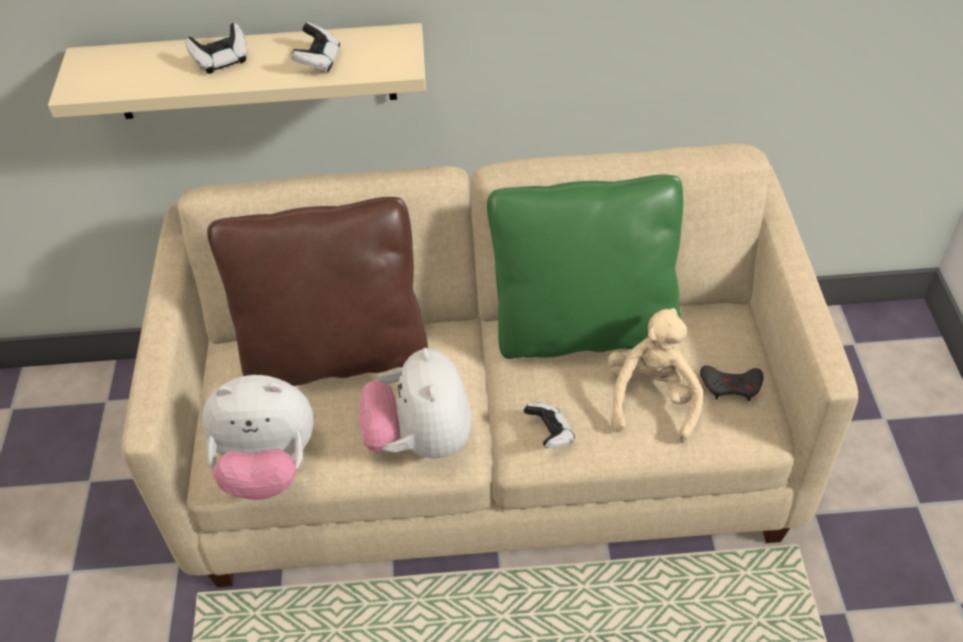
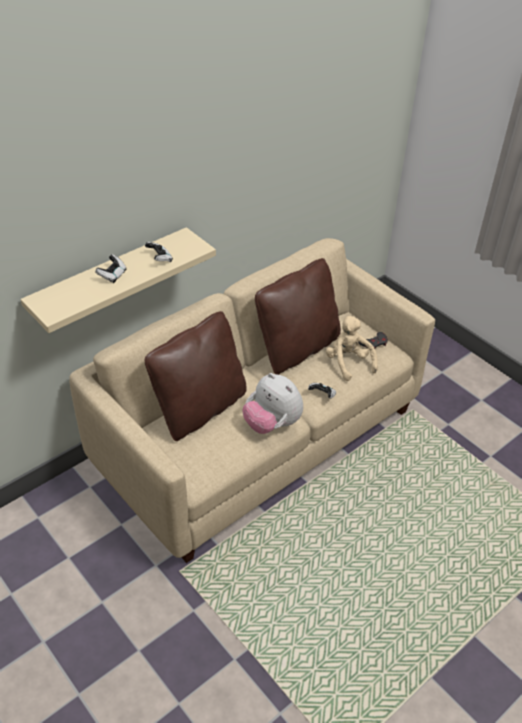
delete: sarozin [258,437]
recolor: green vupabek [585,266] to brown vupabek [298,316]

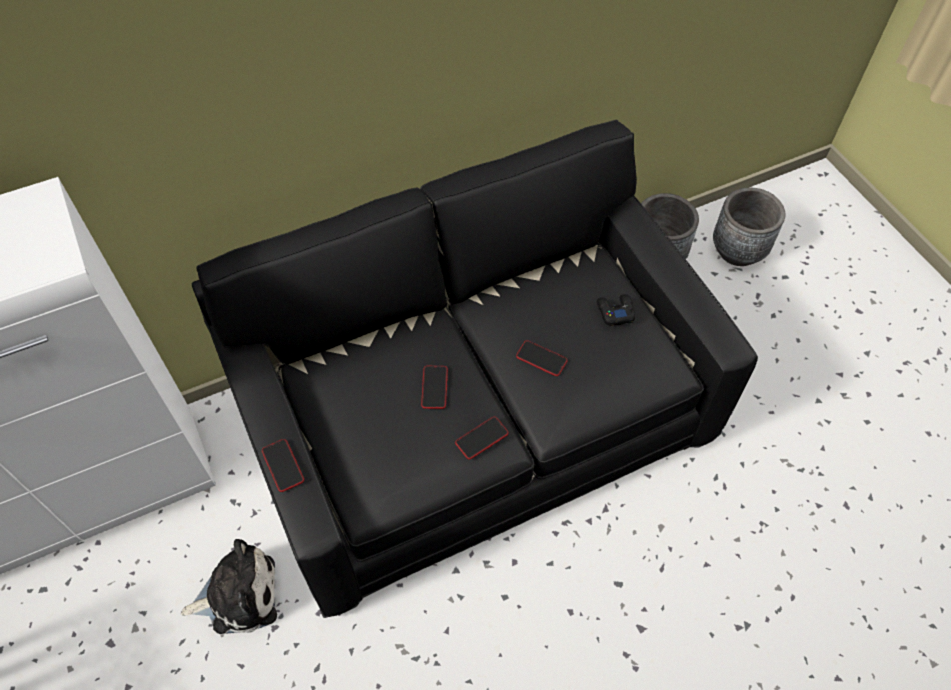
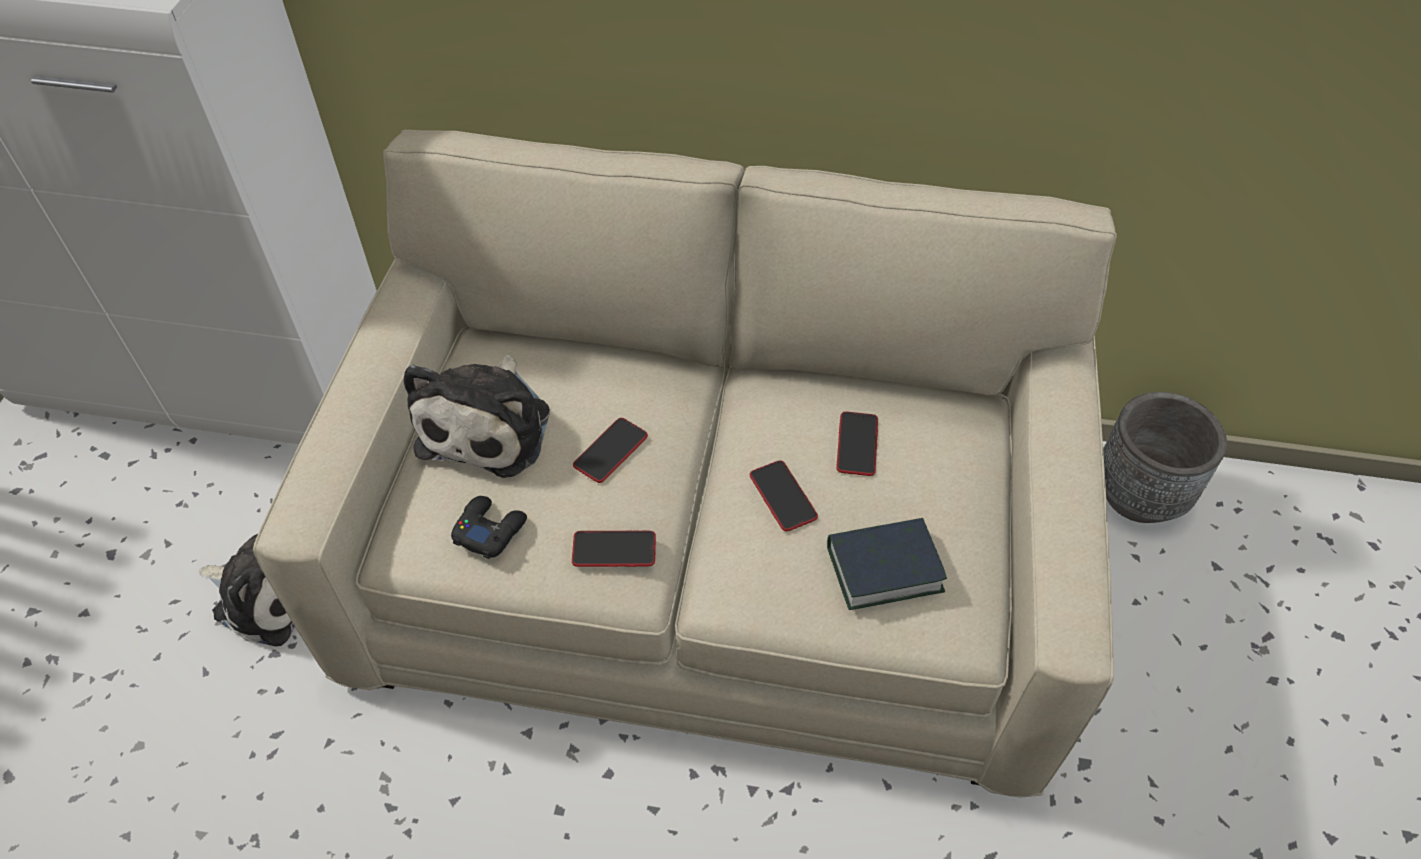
delete: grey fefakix [749,227]
insert: sarozin [477,416]; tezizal [887,564]
move: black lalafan [616,310] to [489,527]; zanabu [283,465] to [857,443]
recolor: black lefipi [475,369] to beige lefipi [685,464]

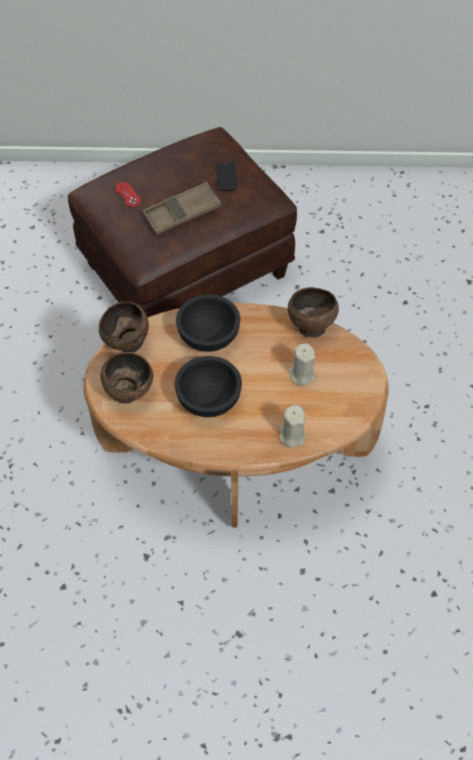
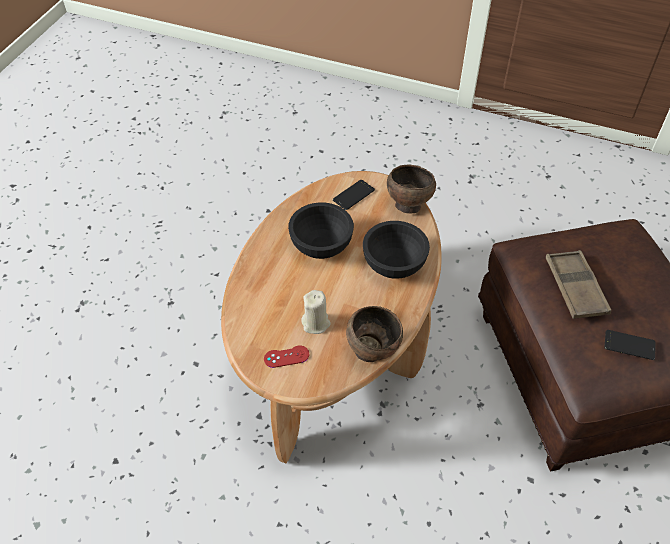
delete: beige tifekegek [292,426]
move: red lalafan [128,194] to [286,357]
replace: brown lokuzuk [127,378] to zanabu [354,195]

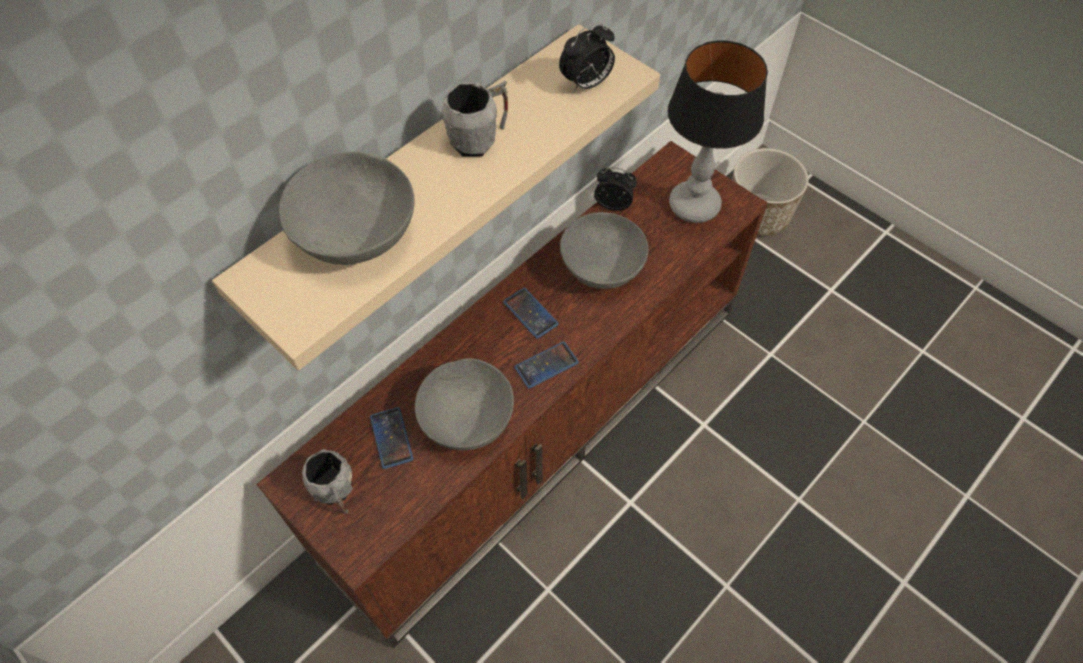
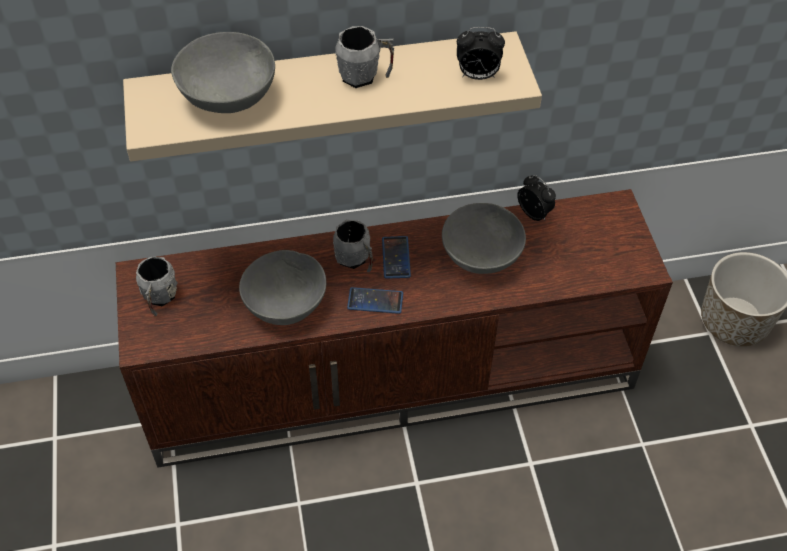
delete: zanabu [391,438]; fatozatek [718,132]
insert: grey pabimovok [353,246]

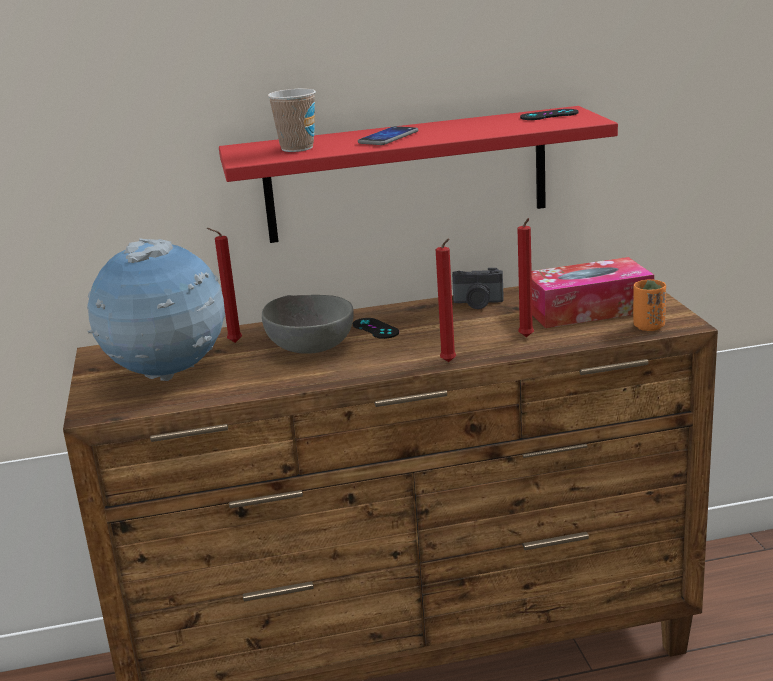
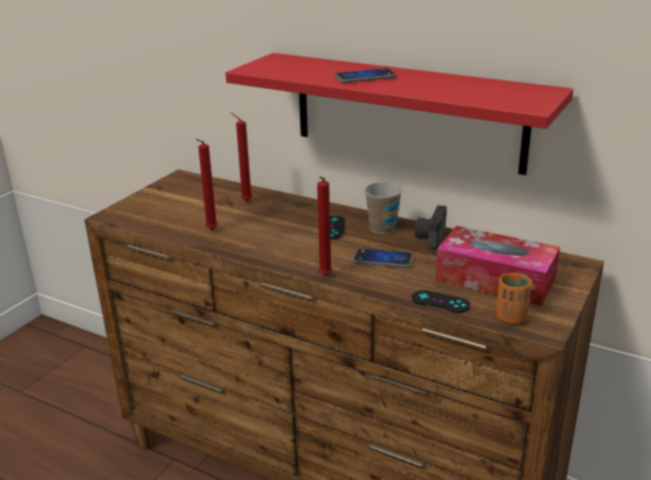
delete: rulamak [156,309]; grey lokuzuk [308,324]
insert: zanabu [383,258]
move: red tifekegek [526,277] to [207,184]; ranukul [292,120] to [383,208]; black lalafan [549,114] to [441,301]
rotate: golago [478,288] = [431,227] 60 degrees clockwise

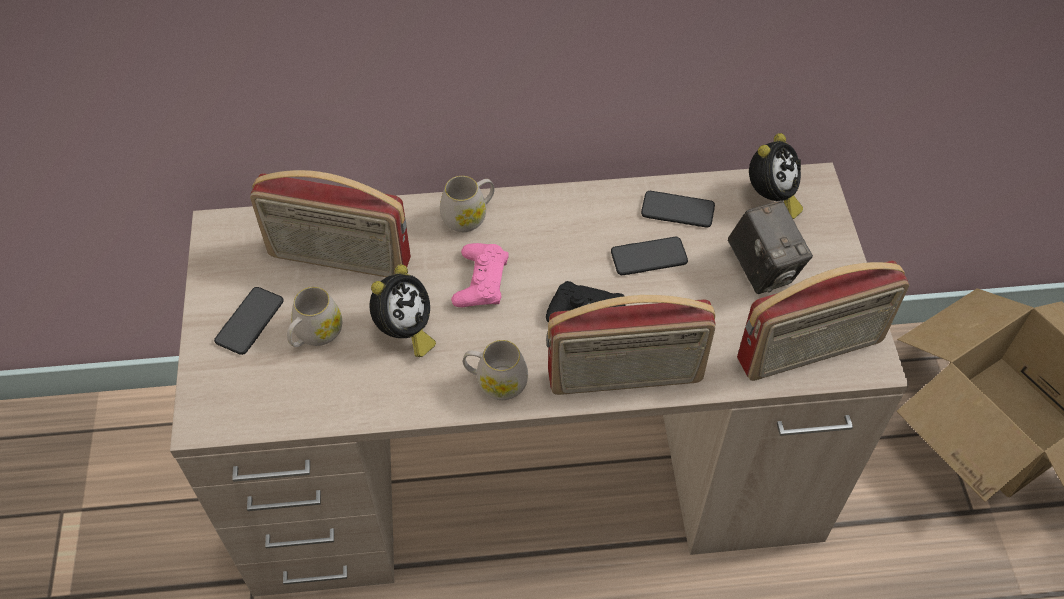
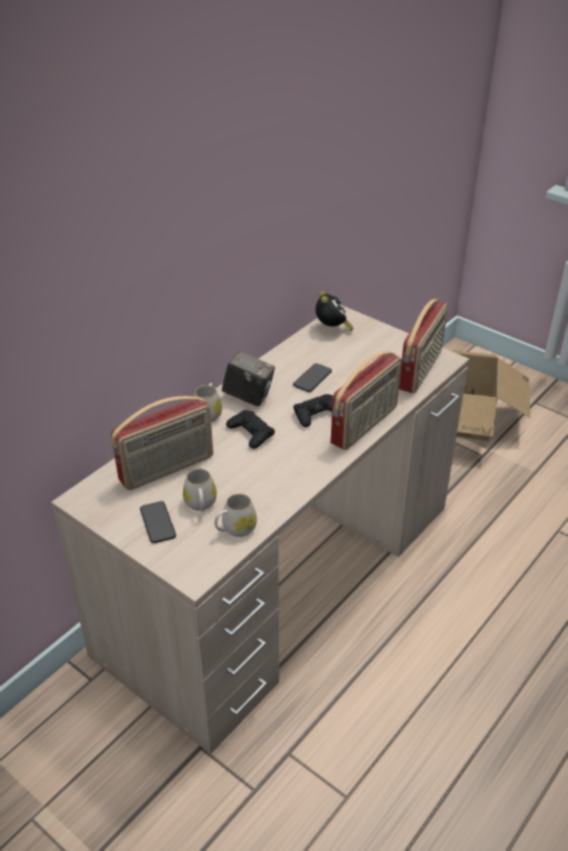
delete: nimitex [402,310]; zanabu [678,209]
move: white pabimovok [495,370] to [235,515]; golago [770,247] to [248,378]
recolor: pink lalafan [480,275] to black lalafan [250,429]

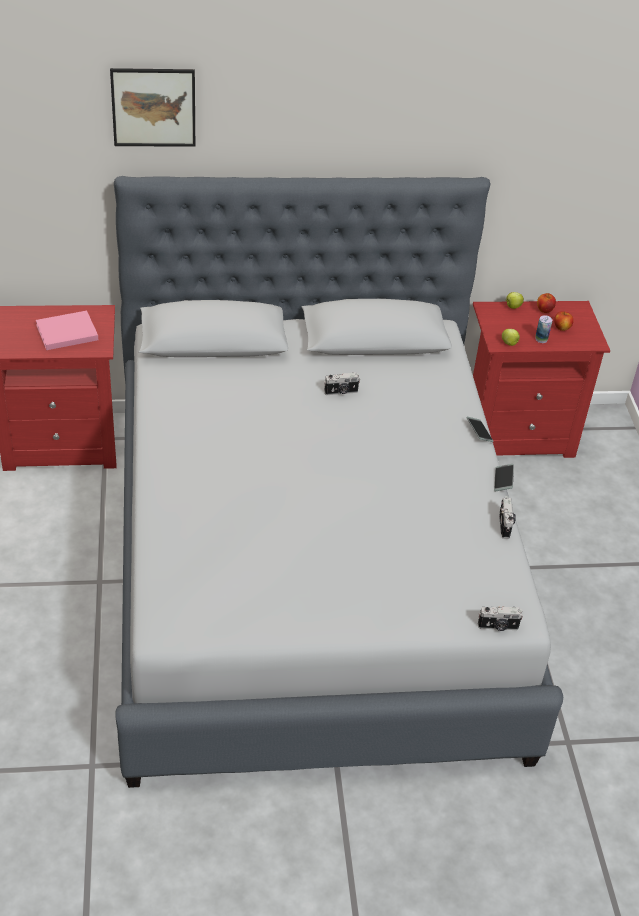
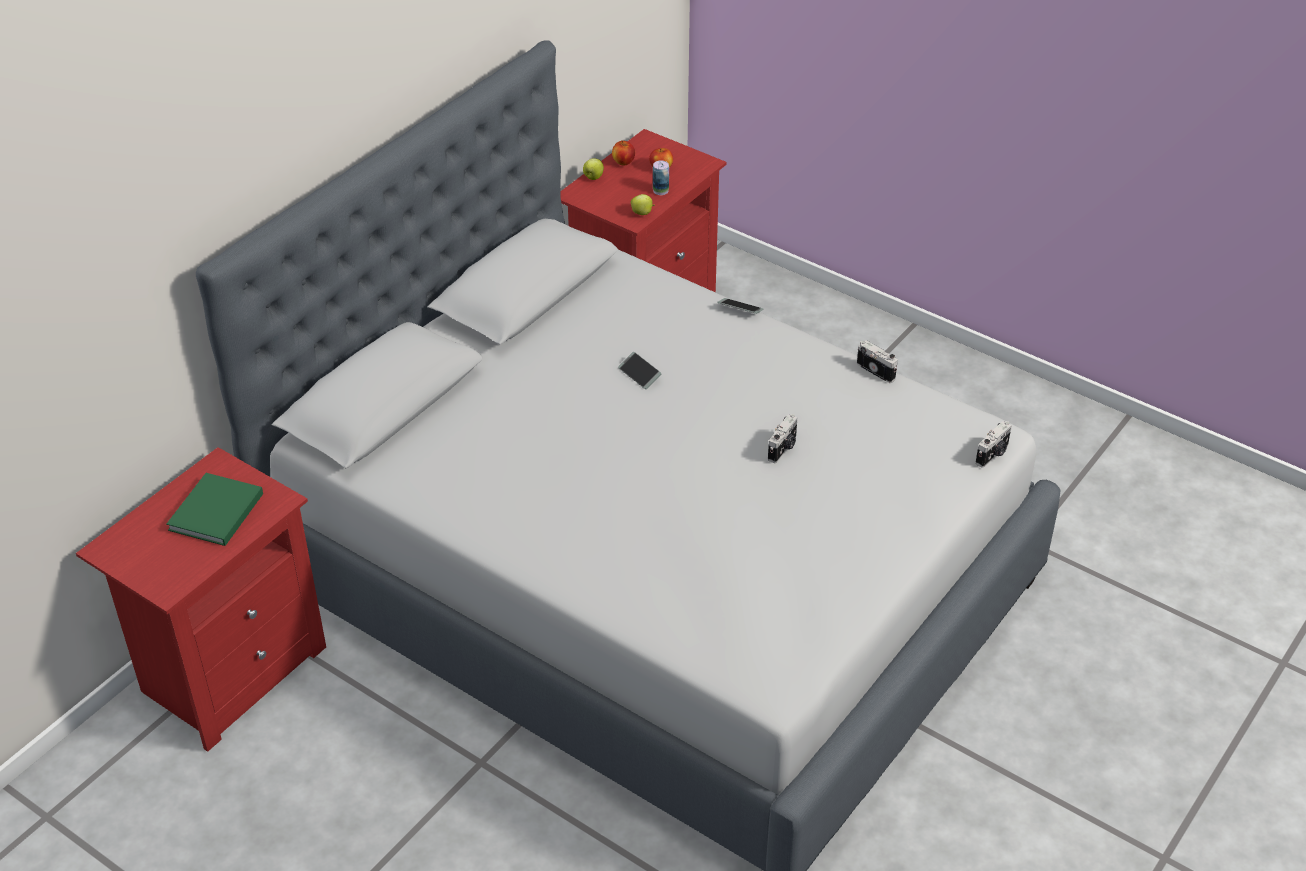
delete: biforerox [152,107]
move: zanabu [504,478] to [639,370]; golago [342,383] to [783,438]
recolor: pink tezizal [67,330] to green tezizal [214,509]

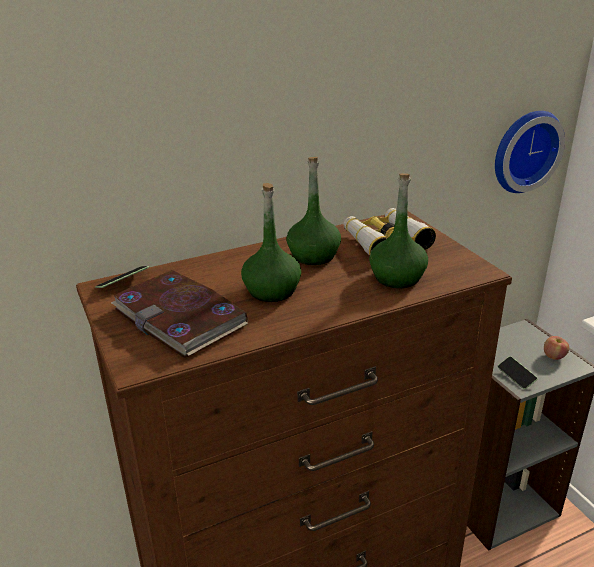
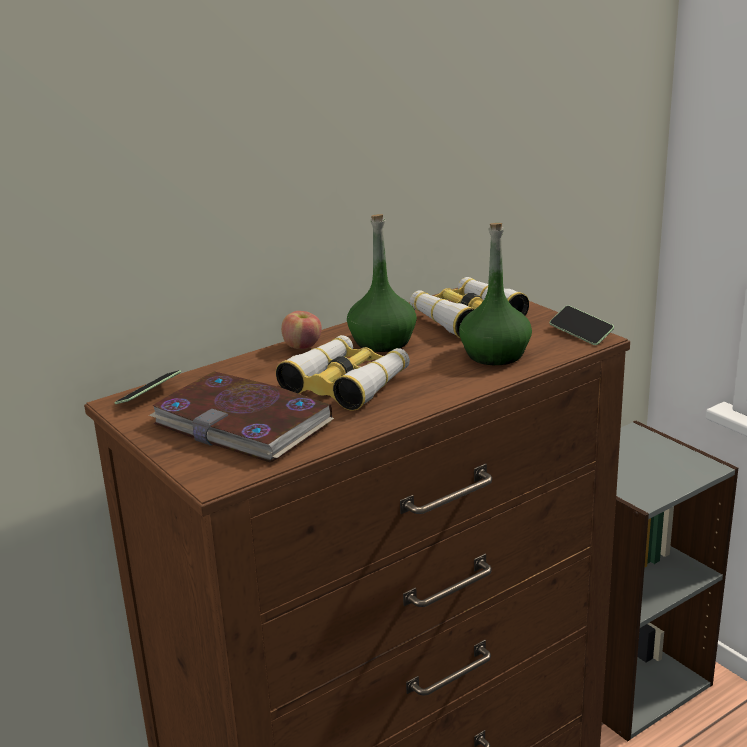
delete: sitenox [530,152]
move: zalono [556,348] to [301,330]; zanabu [517,372] to [581,325]
replace: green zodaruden [271,242] to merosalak [343,373]

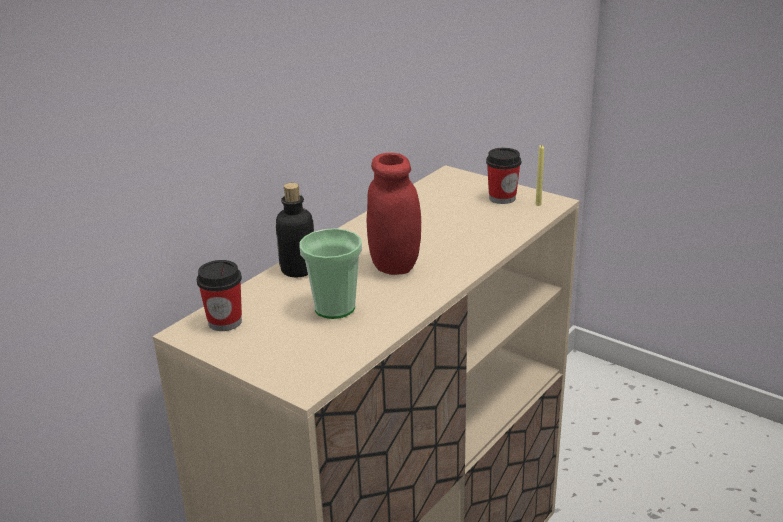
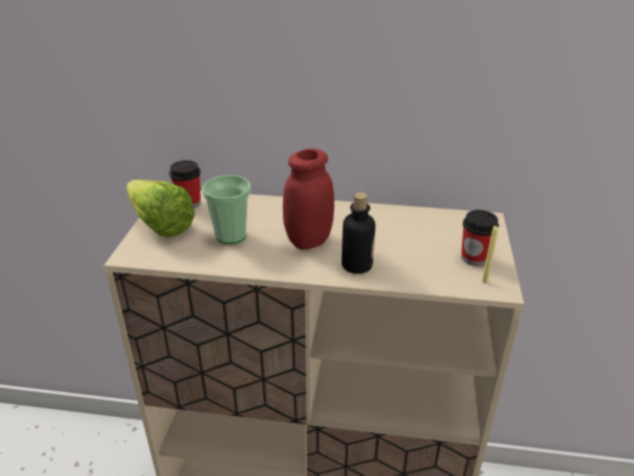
insert: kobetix [160,208]
move: zodaruden [295,230] to [358,233]

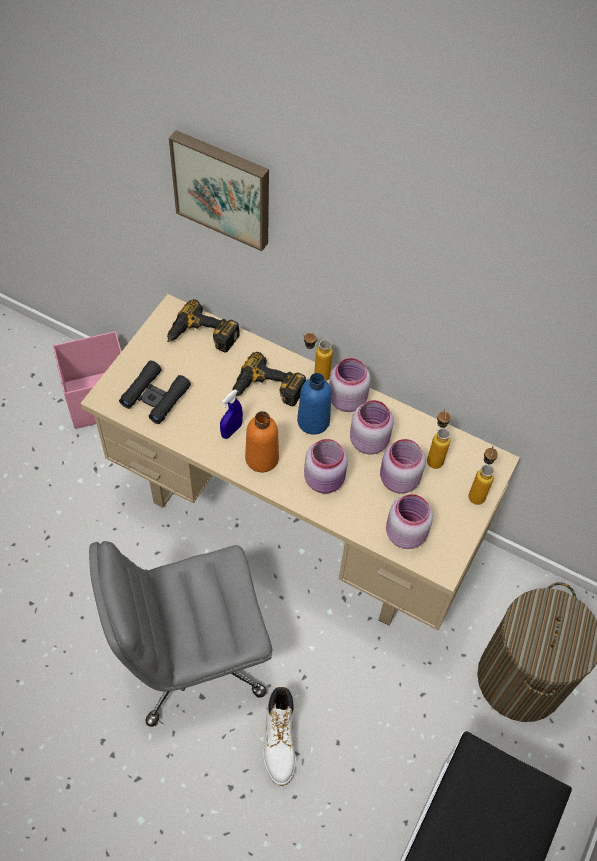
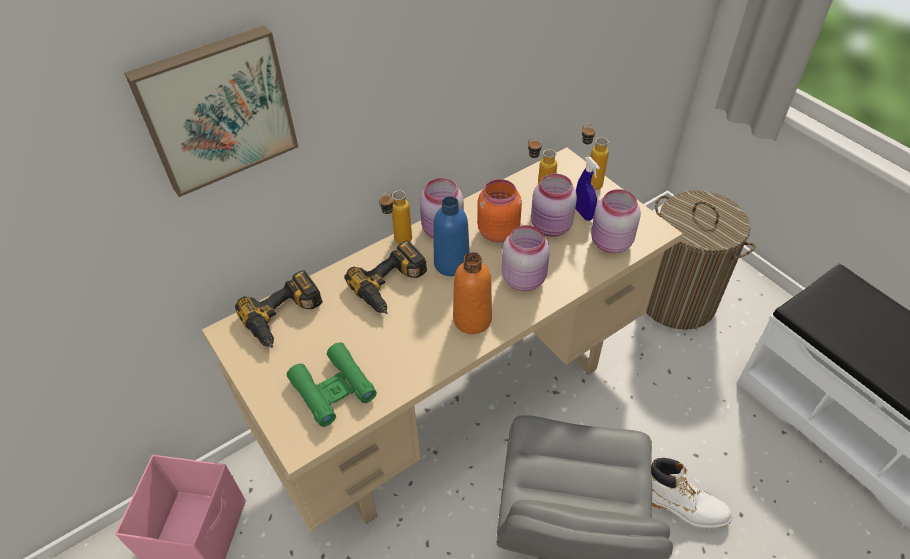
move: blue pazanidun [231,414] to [588,189]
recolor: black merosalak [155,392] to green merosalak [332,384]; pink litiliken [372,427] to orange litiliken [499,211]

